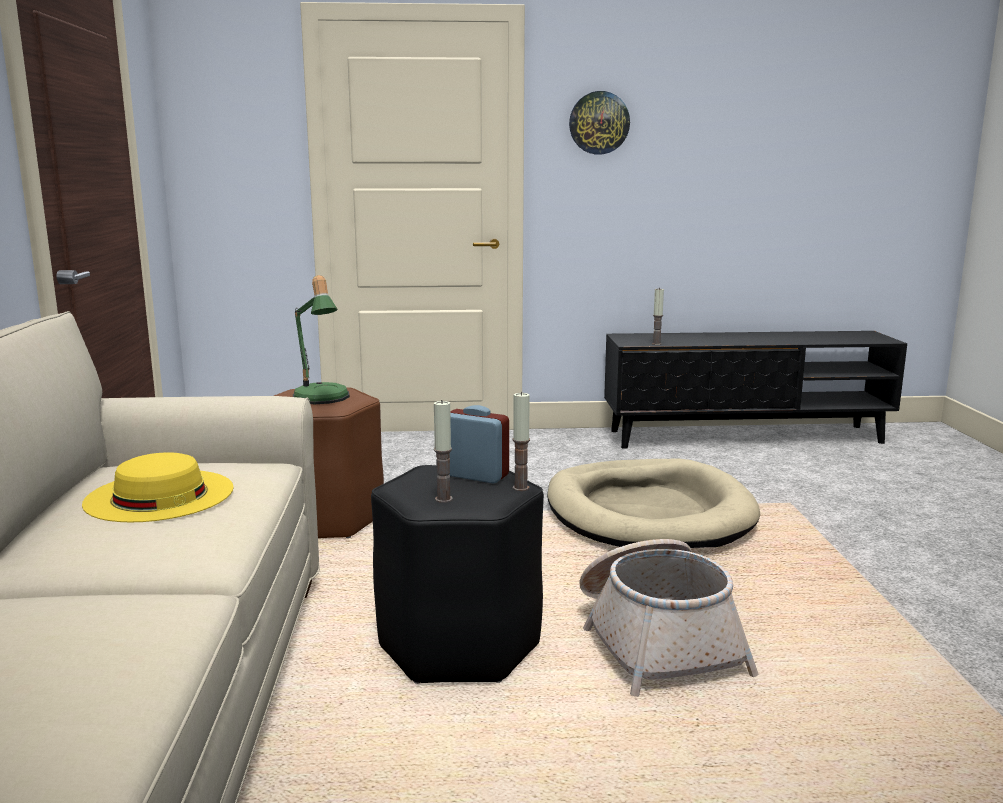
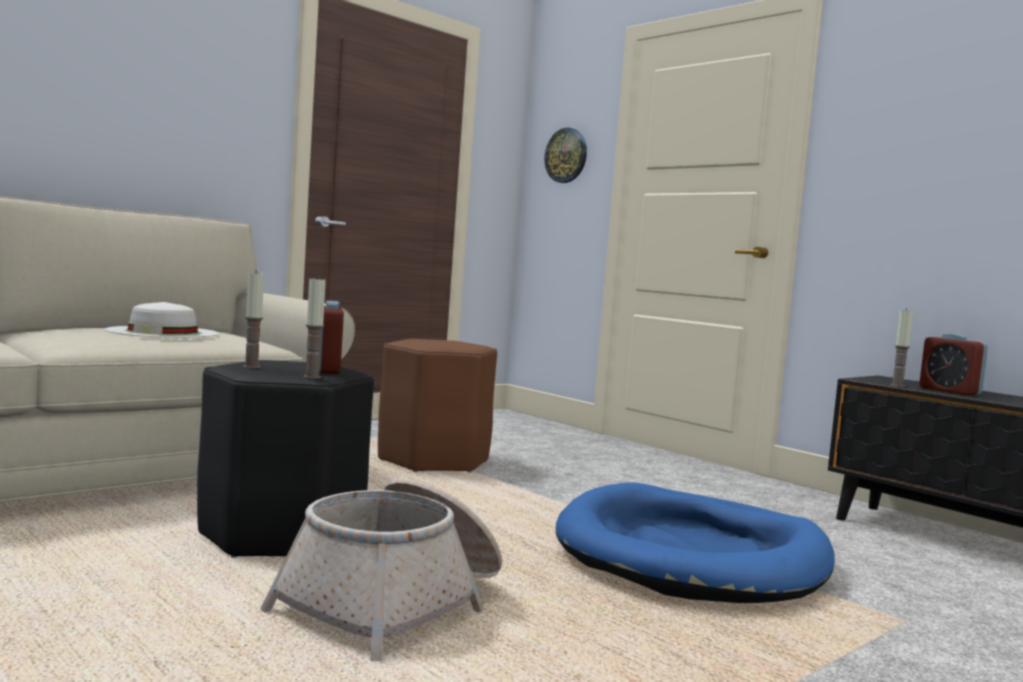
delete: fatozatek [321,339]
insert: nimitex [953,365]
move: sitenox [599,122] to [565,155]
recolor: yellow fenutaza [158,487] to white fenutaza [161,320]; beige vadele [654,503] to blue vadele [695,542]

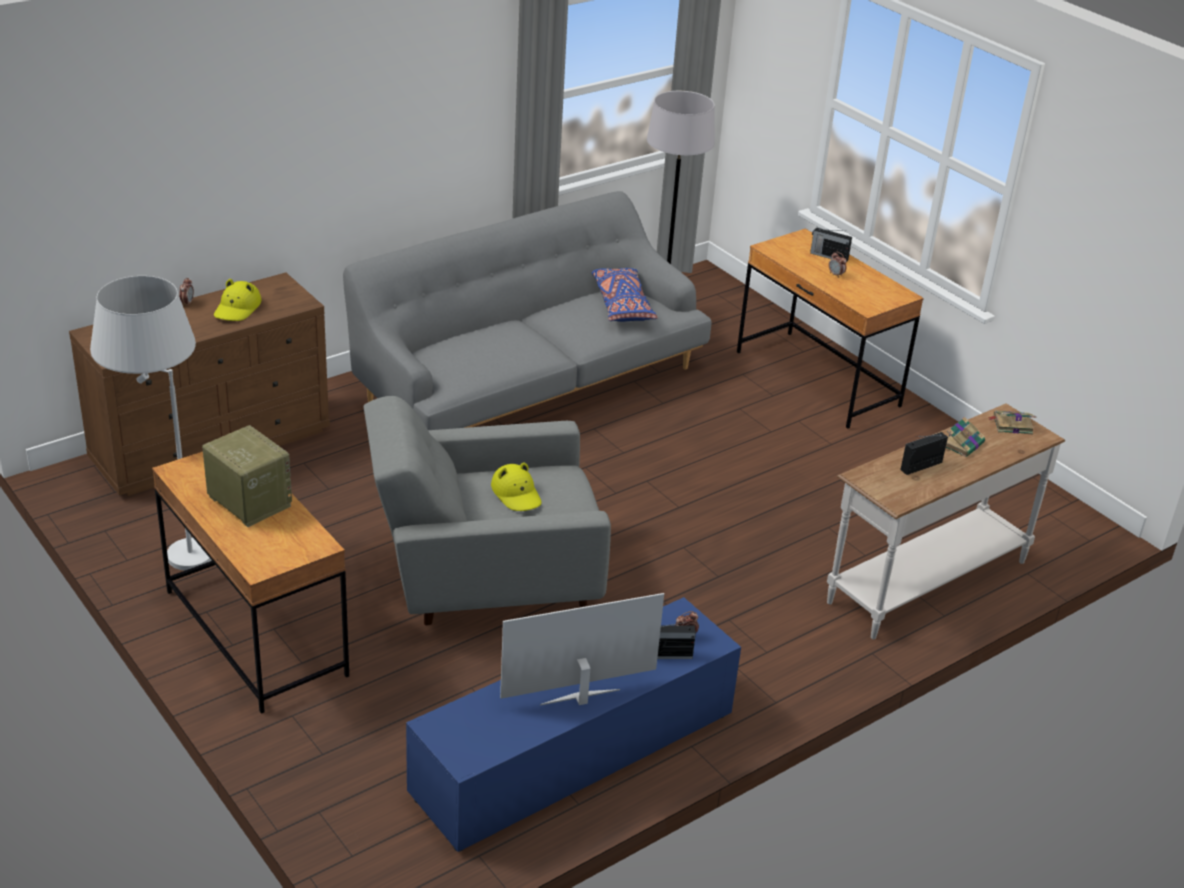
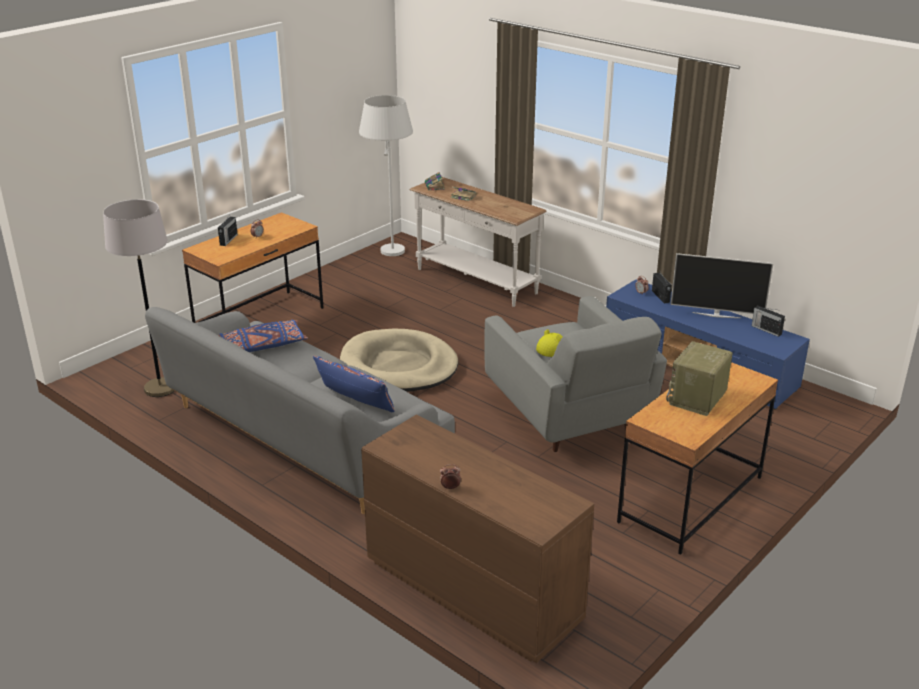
delete: yellow fenutaza [237,300]
insert: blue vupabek [354,384]; beige vadele [399,360]
move: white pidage [151,423] to [386,175]; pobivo [924,453] to [768,321]
rotate: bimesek [582,649] = [722,285] 45 degrees counterclockwise

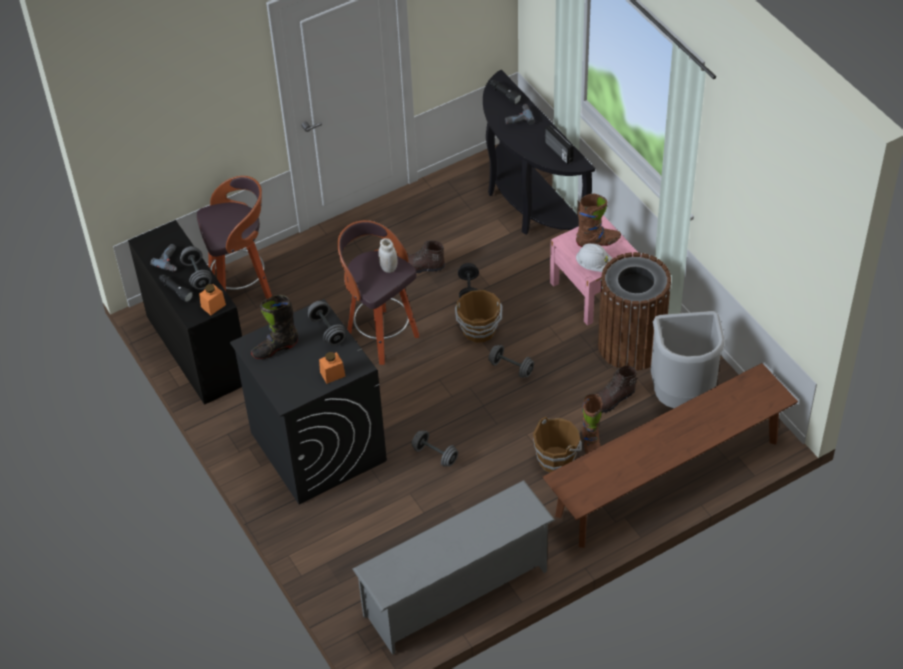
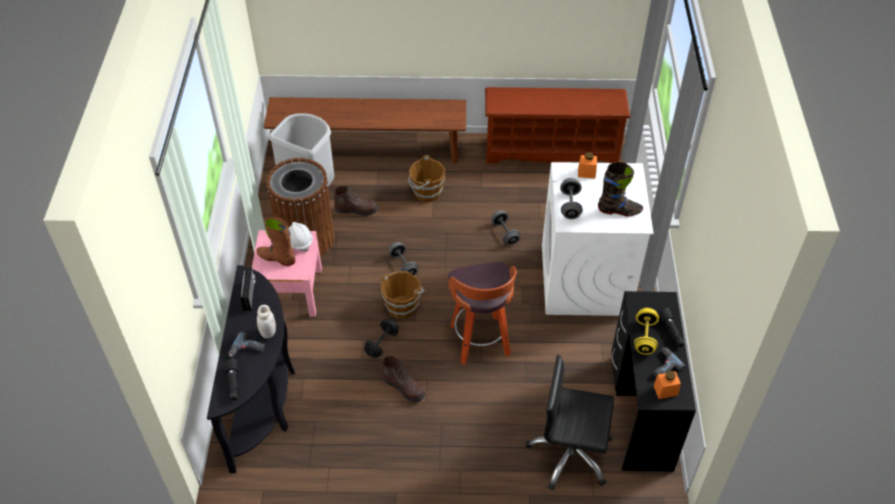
delete: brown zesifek [592,424]
move: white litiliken [388,255] to [266,321]; orange litiliken [212,299] to [667,385]
replace: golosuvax [234,237] to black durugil [570,422]
recolor: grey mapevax [454,567] to brown mapevax [557,125]; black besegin [308,401] to white besegin [598,239]; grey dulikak [196,268] to yellow dulikak [646,331]

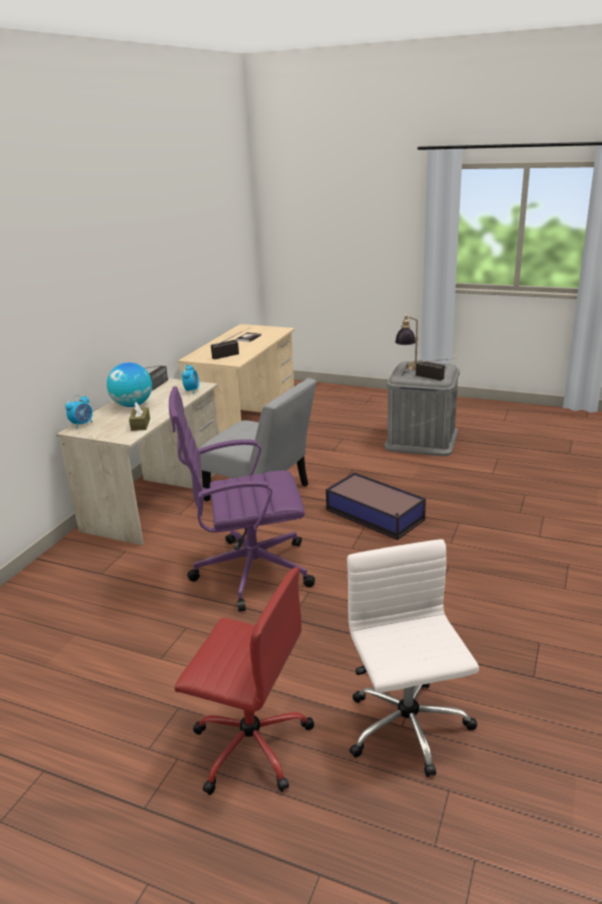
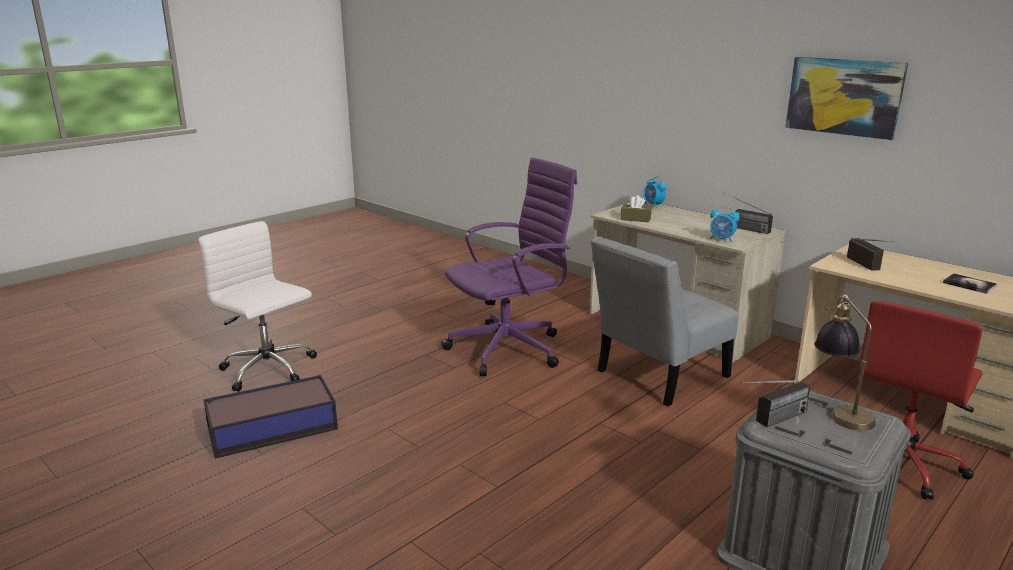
delete: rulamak [130,384]
insert: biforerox [846,98]
move: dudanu [376,506] to [270,417]; red durugil [244,681] to [920,400]
rotate: white durugil [413,658] = [257,306] 150 degrees counterclockwise; purple durugil [242,499] = [509,266] 45 degrees clockwise

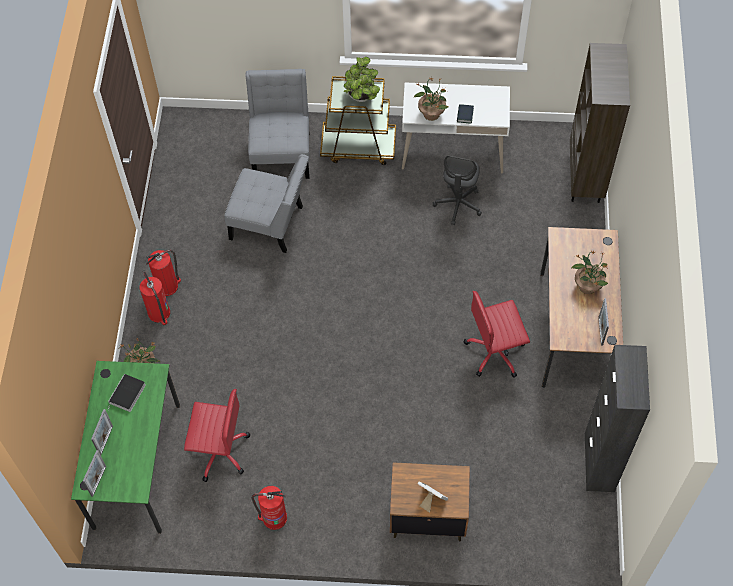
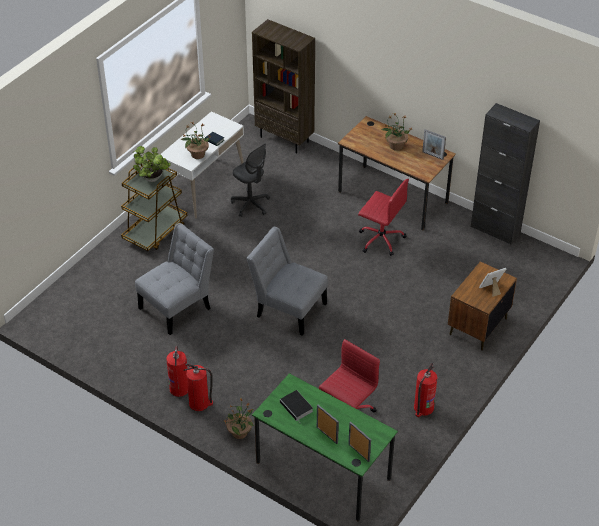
move: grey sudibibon [278,124] to [287,281]
rotate: red durugil [497,334] = [383,217] 75 degrees counterclockwise

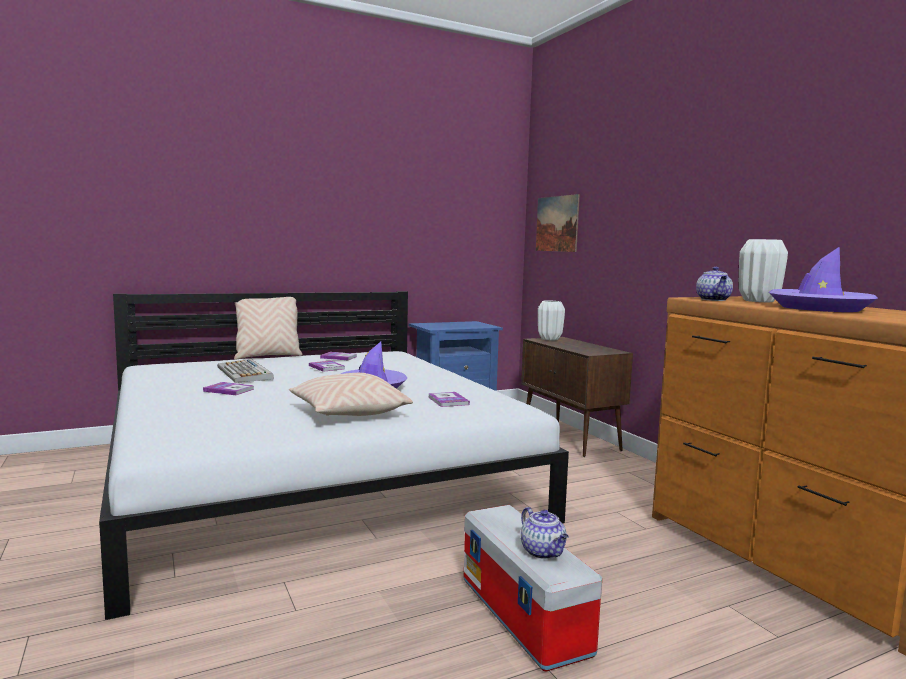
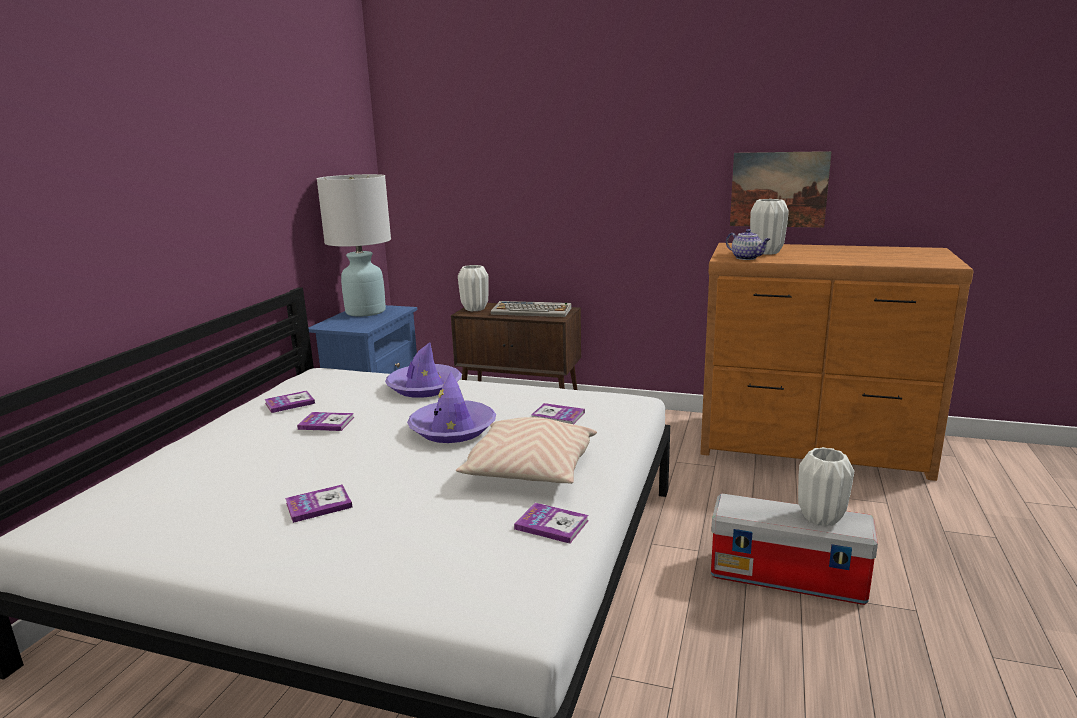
delete: beige vupabek [268,328]
insert: white fatozatek [354,245]; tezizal [551,523]
move: purple fenutaza [823,279] to [423,370]; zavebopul [245,371] to [531,309]; biforerox [558,223] to [781,189]
replace: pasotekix [545,533] to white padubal [826,486]

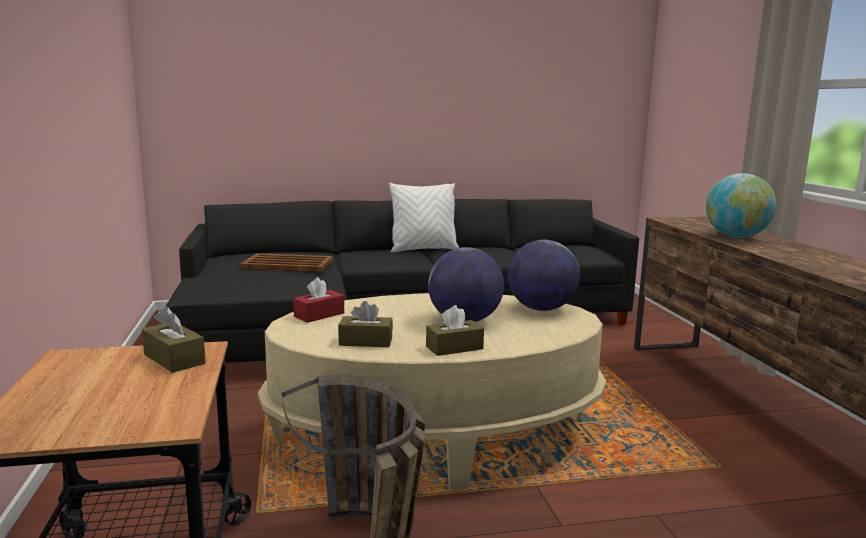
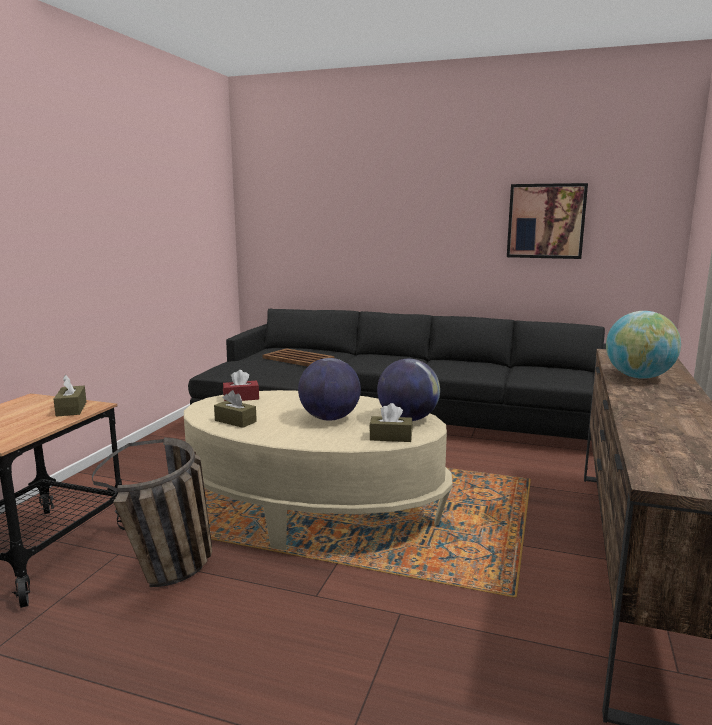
delete: white vupabek [424,217]
insert: biforerox [547,221]
move: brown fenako [455,330] to [391,422]

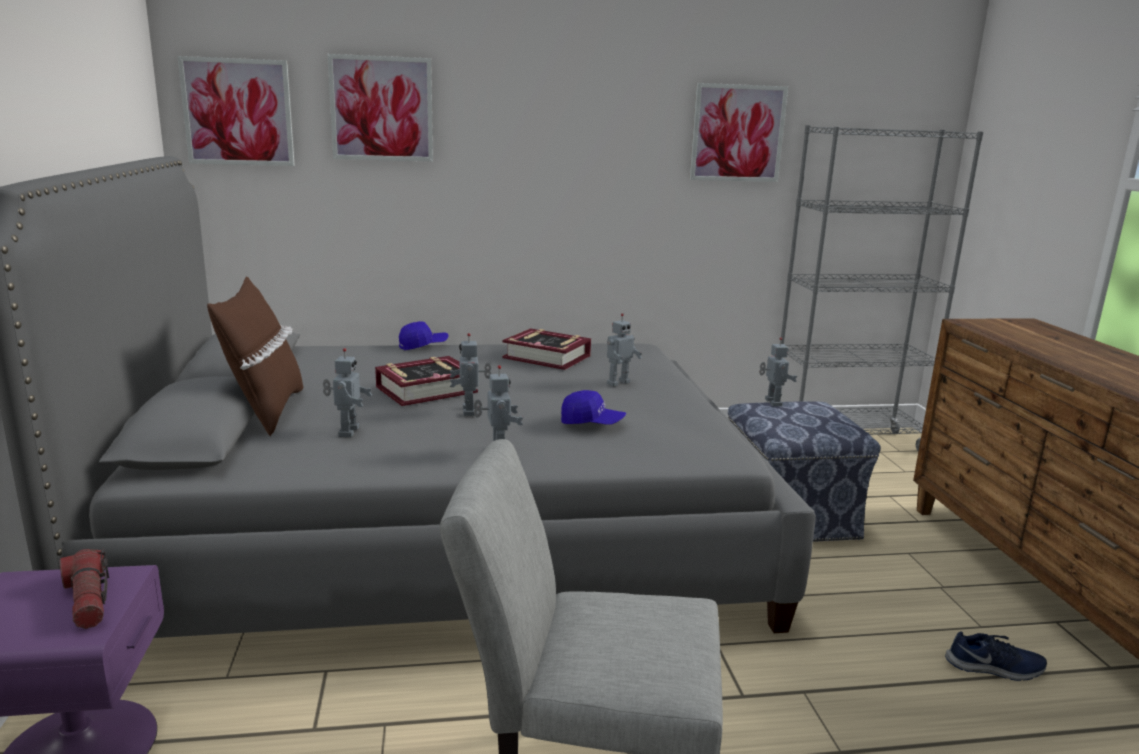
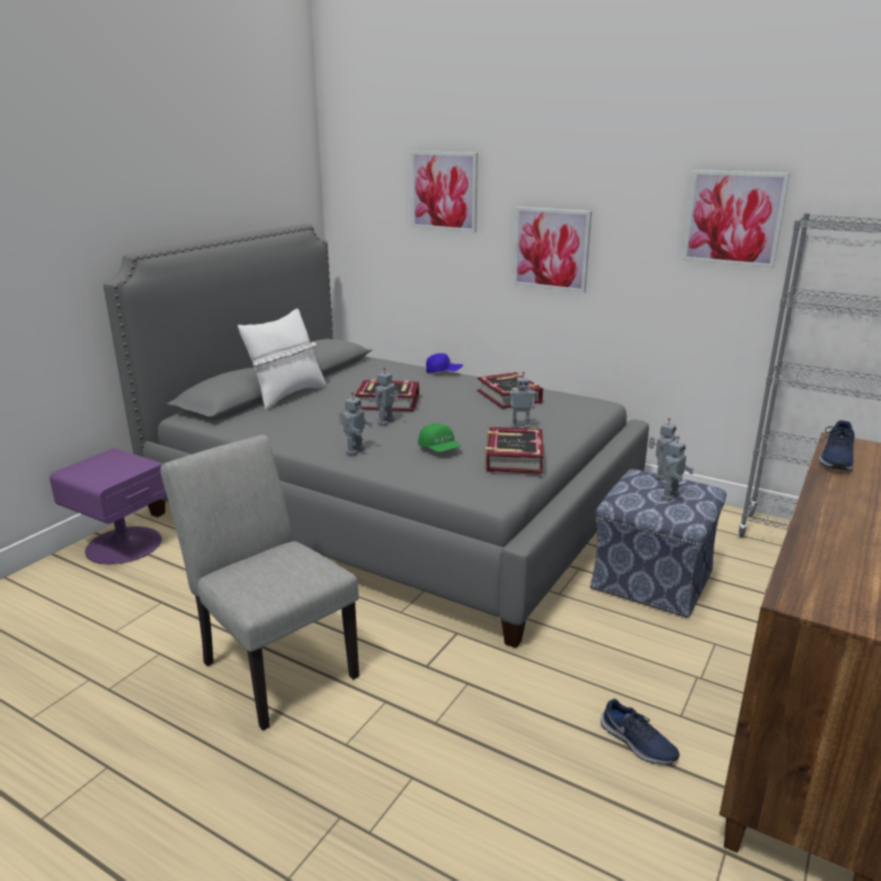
delete: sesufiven [84,588]
insert: tezizal [514,450]; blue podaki [837,445]
move: biforerox [236,111] to [552,250]; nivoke [347,392] to [675,468]
recolor: brown vupabek [255,356] to white vupabek [282,359]; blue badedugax [593,407] to green badedugax [439,437]

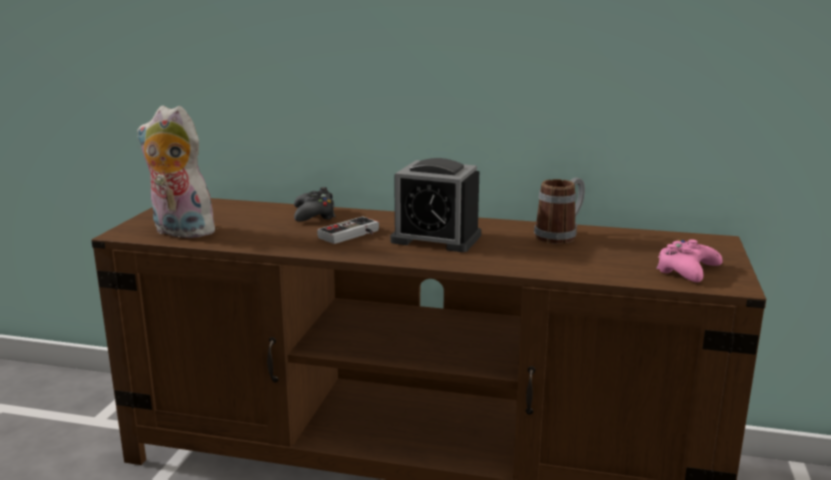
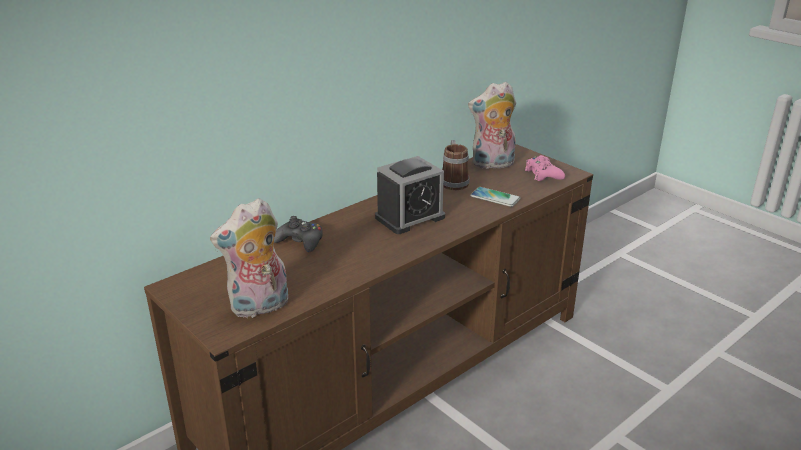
delete: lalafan [348,230]
insert: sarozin [492,125]; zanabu [495,197]

